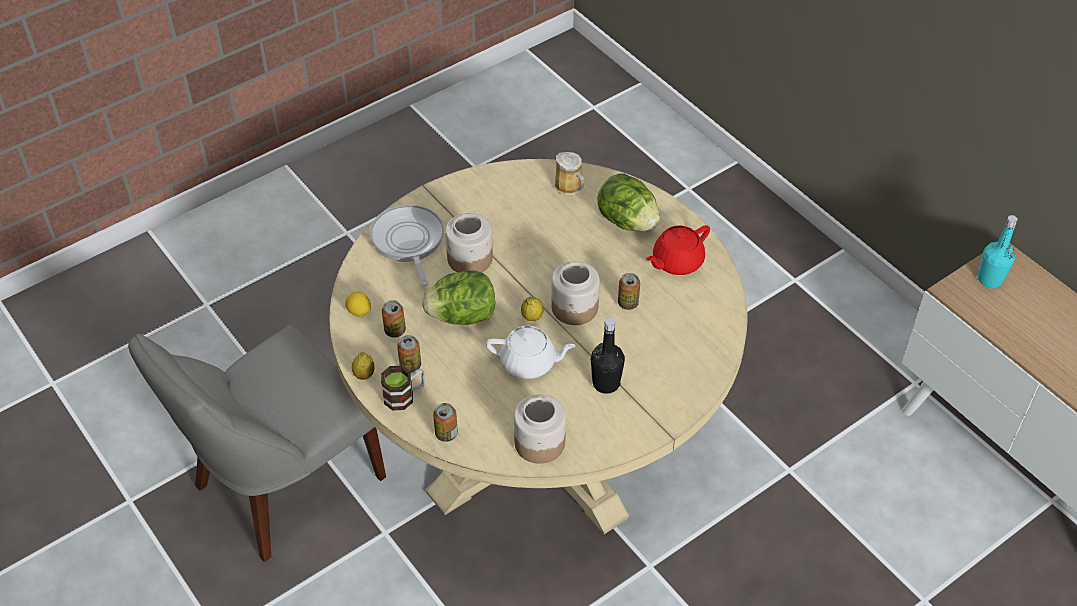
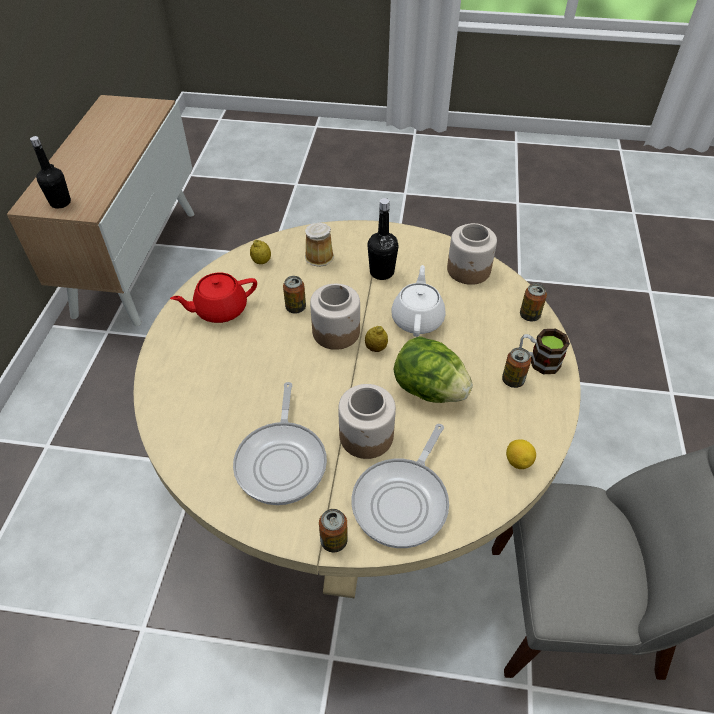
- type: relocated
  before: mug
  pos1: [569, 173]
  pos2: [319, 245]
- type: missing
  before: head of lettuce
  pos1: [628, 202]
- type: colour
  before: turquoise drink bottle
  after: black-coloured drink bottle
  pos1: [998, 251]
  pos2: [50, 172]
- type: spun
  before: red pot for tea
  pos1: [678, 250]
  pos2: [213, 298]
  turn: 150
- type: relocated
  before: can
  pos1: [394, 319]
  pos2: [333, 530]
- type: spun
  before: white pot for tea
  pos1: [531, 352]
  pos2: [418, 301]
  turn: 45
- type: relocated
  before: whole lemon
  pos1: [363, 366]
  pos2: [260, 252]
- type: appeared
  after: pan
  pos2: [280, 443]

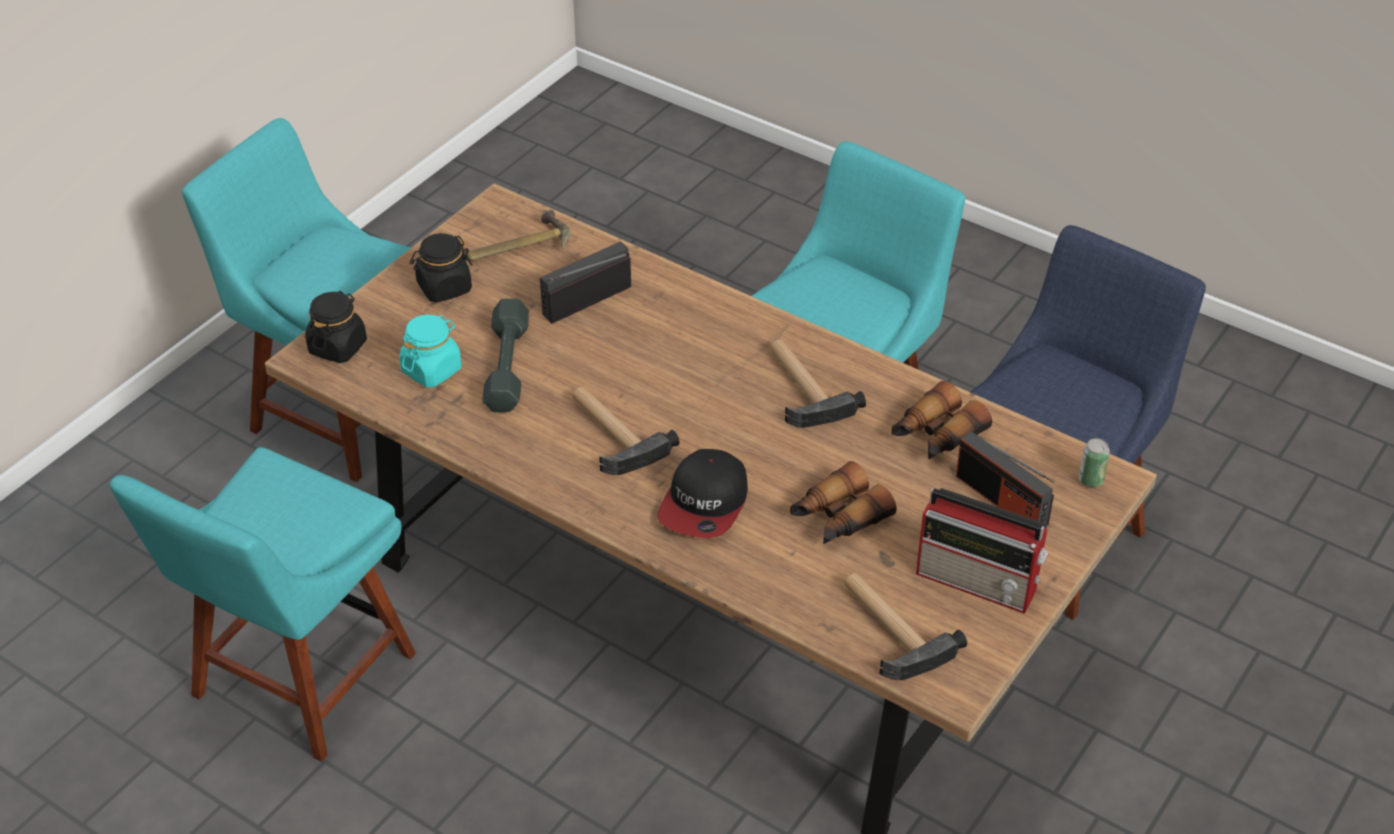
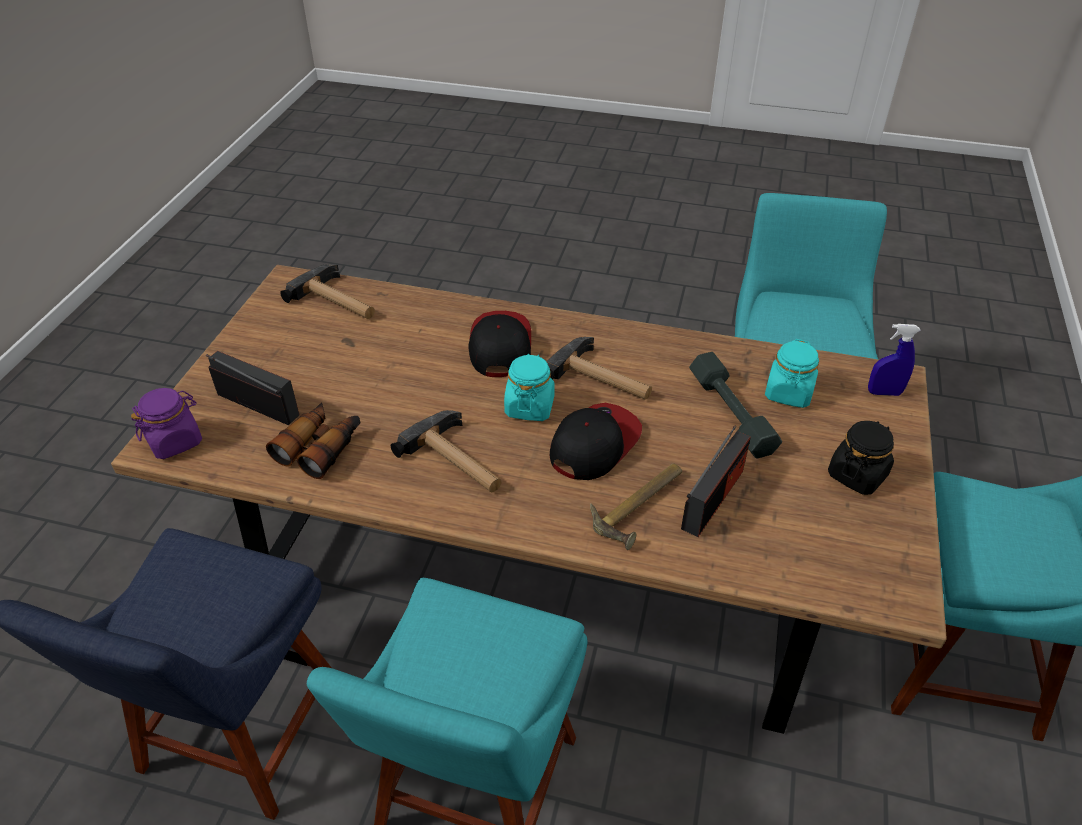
- type: relocated
  before: hammer
  pos1: [519, 235]
  pos2: [636, 506]
- type: exchanged
  before: black-coloured jar
  after: blue-coloured sprayer
  pos1: [336, 327]
  pos2: [894, 360]
- type: exchanged
  before: can
  after: purple-coloured jar
  pos1: [1094, 463]
  pos2: [166, 423]
- type: missing
  before: field glasses
  pos1: [843, 502]
- type: missing
  before: radio
  pos1: [982, 551]
- type: appeared
  after: turquoise jar
  pos2: [529, 387]
- type: appeared
  after: peaked cap
  pos2: [596, 441]

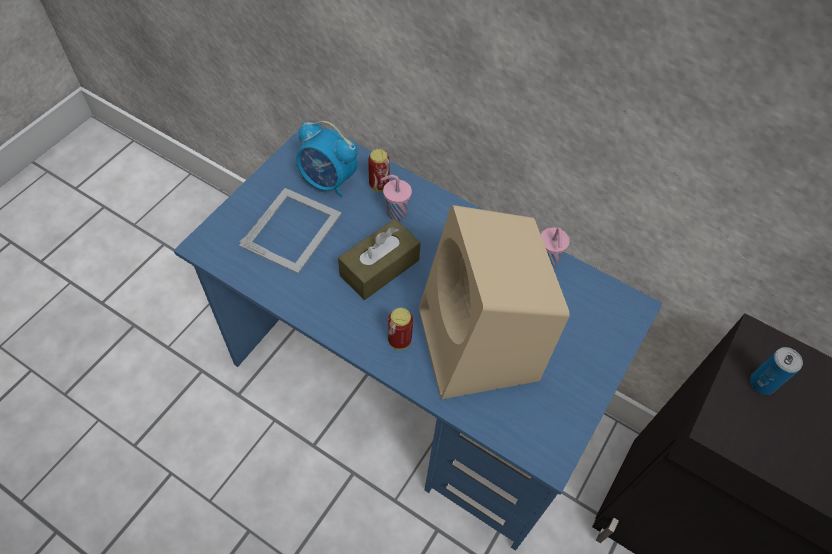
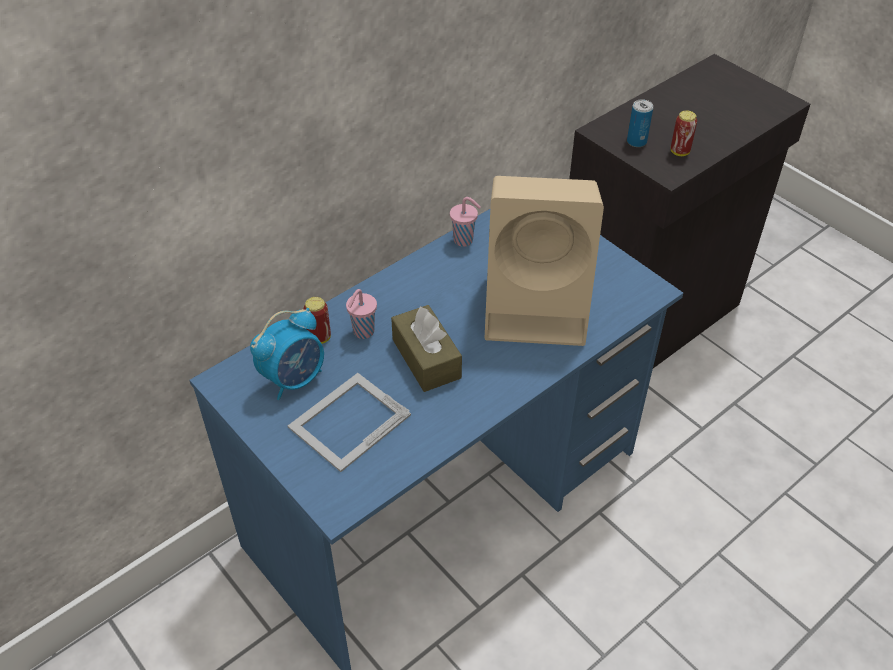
- type: spun
  before: picture frame
  pos1: [290, 231]
  pos2: [349, 422]
  turn: -90
- type: relocated
  before: can
  pos1: [400, 329]
  pos2: [684, 133]

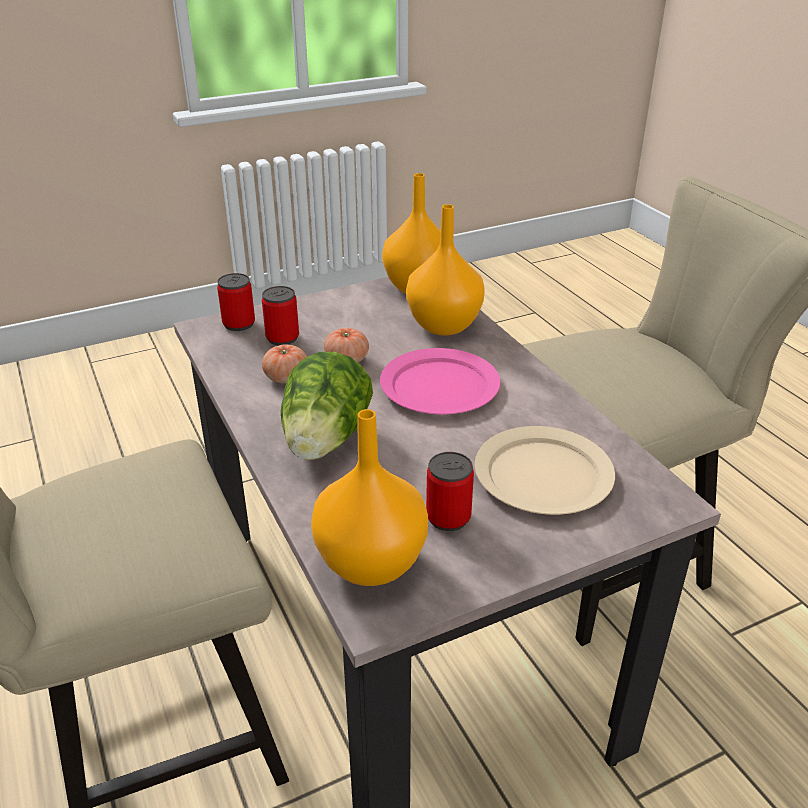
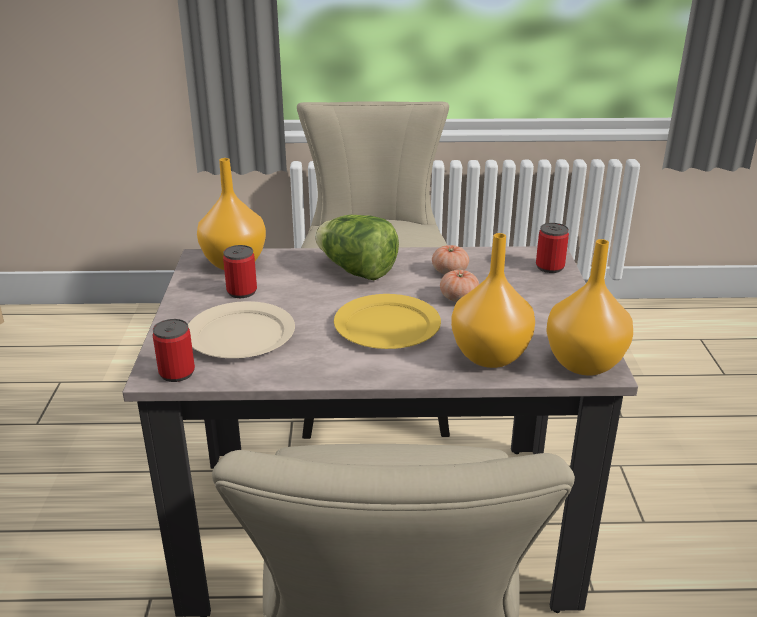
- type: relocated
  before: can
  pos1: [280, 315]
  pos2: [174, 350]
- type: colour
  before: pinkish flat dish
  after: yellow-coloured flat dish
  pos1: [440, 381]
  pos2: [387, 321]

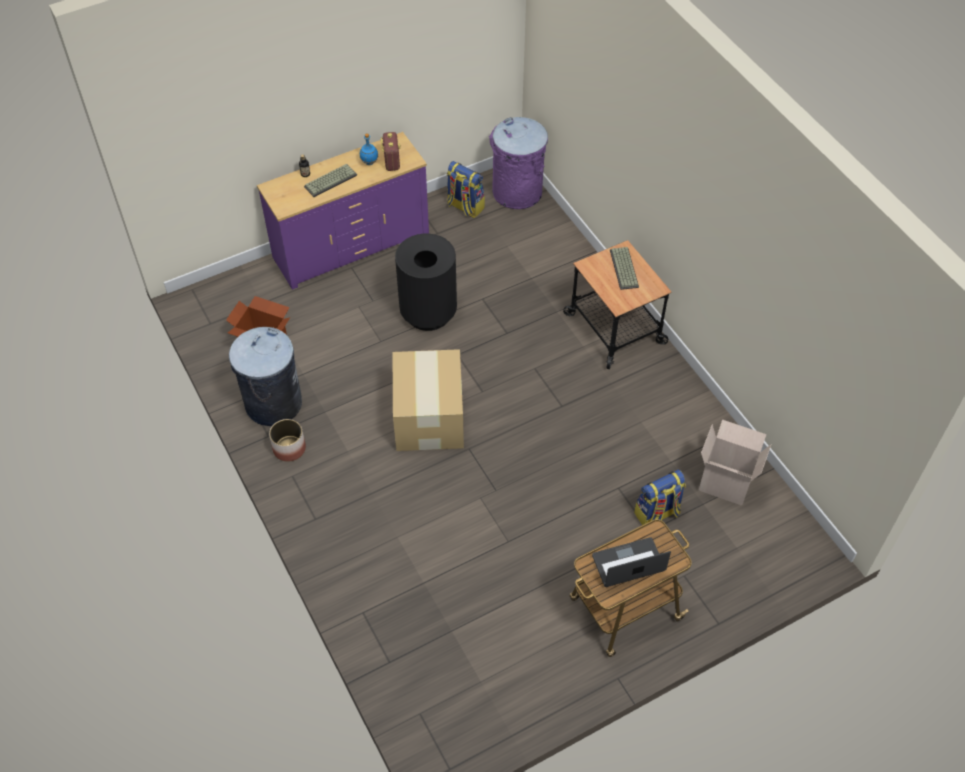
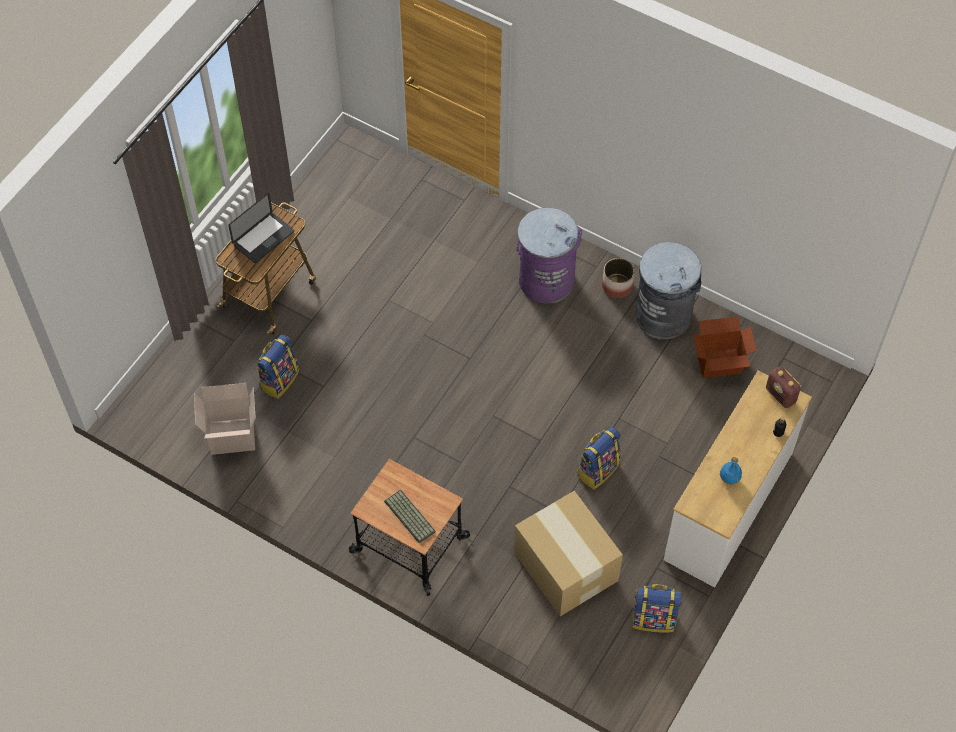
- type: relocated
  before: purple-coloured rubbish bin
  pos1: [518, 163]
  pos2: [549, 256]
- type: colour
  before: purple-coloured dresser
  after: white dresser
  pos1: [343, 211]
  pos2: [737, 479]
- type: relocated
  before: radio
  pos1: [391, 151]
  pos2: [783, 387]
- type: missing
  before: computer keyboard
  pos1: [330, 180]
- type: exchanged
  before: black-coloured rubbish bin
  after: backpack
  pos1: [426, 282]
  pos2: [599, 458]
- type: relocated
  before: cardboard box
  pos1: [428, 400]
  pos2: [568, 553]

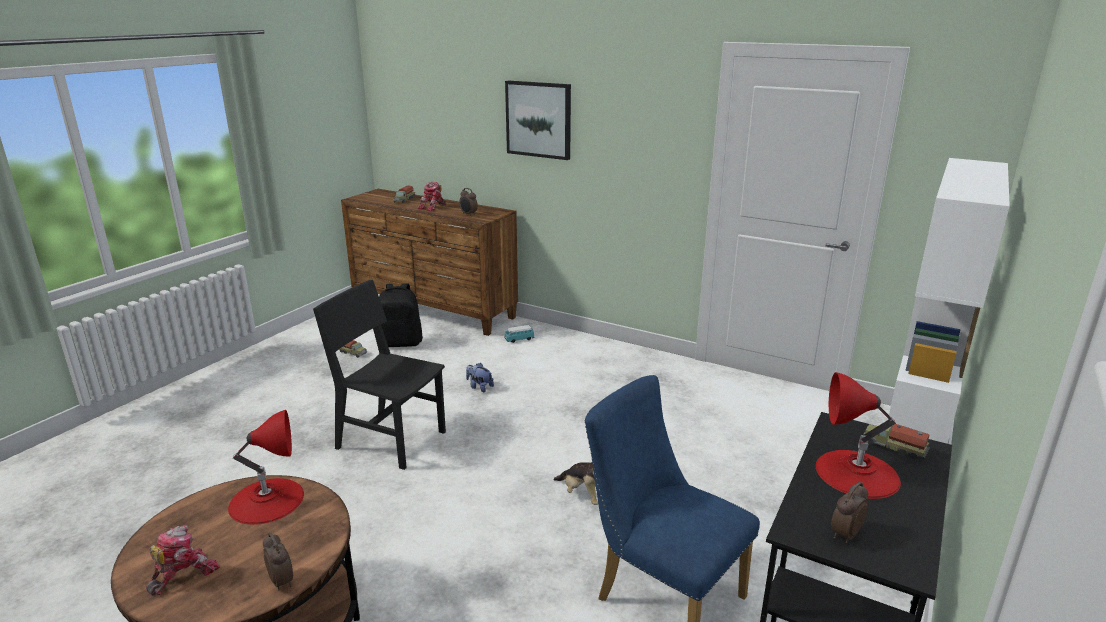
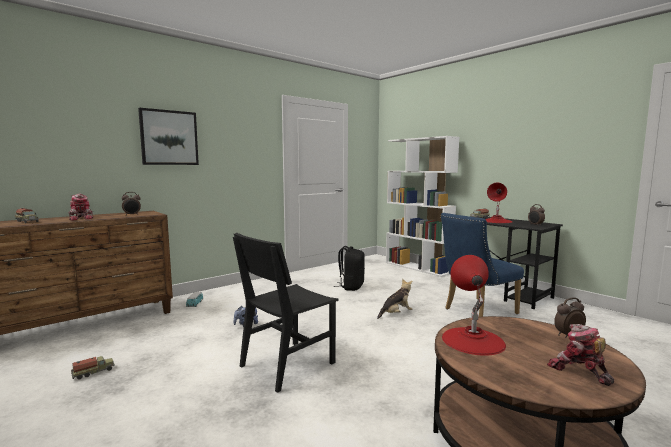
- type: relocated
  before: black-coloured backpack
  pos1: [401, 315]
  pos2: [349, 268]

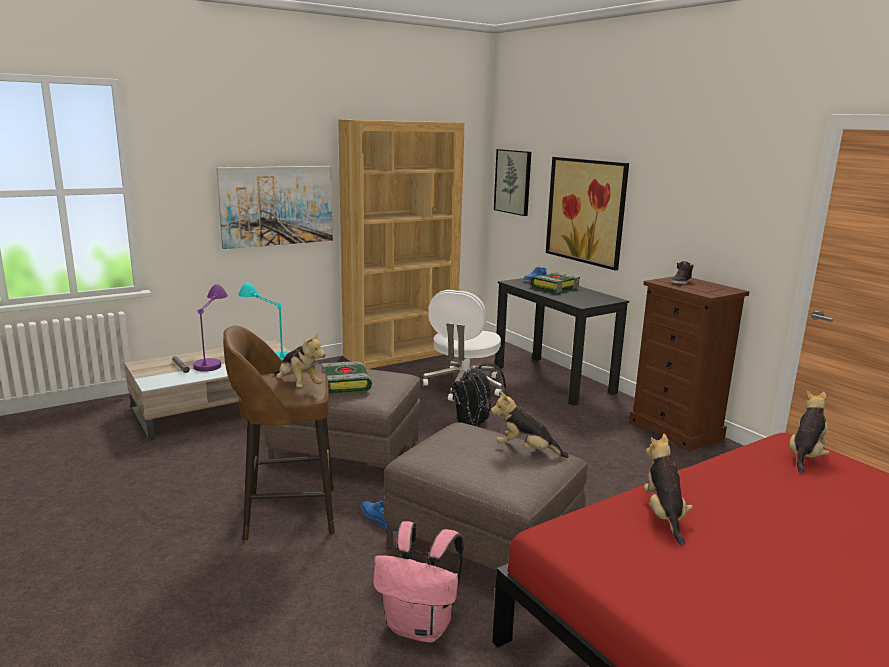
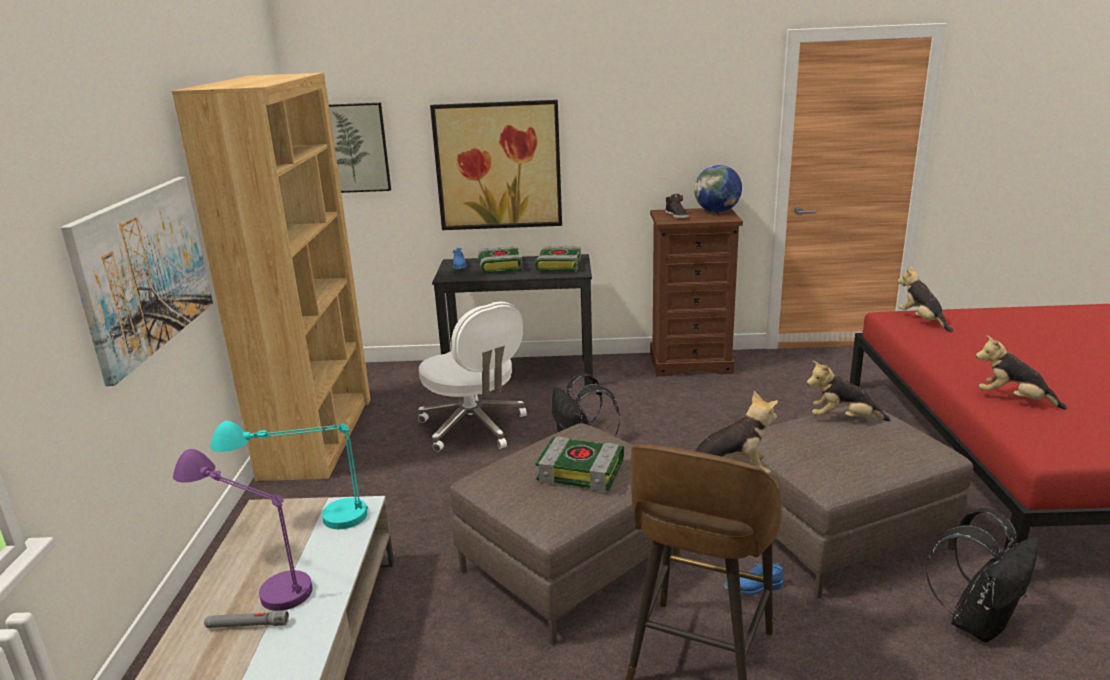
- type: spun
  before: cuddly toy
  pos1: [530, 424]
  pos2: [848, 390]
  turn: 45
- type: colour
  before: pinkish backpack
  after: black-coloured backpack
  pos1: [418, 582]
  pos2: [981, 575]
- type: appeared
  after: desk globe
  pos2: [718, 189]
- type: appeared
  after: volume
  pos2: [558, 259]

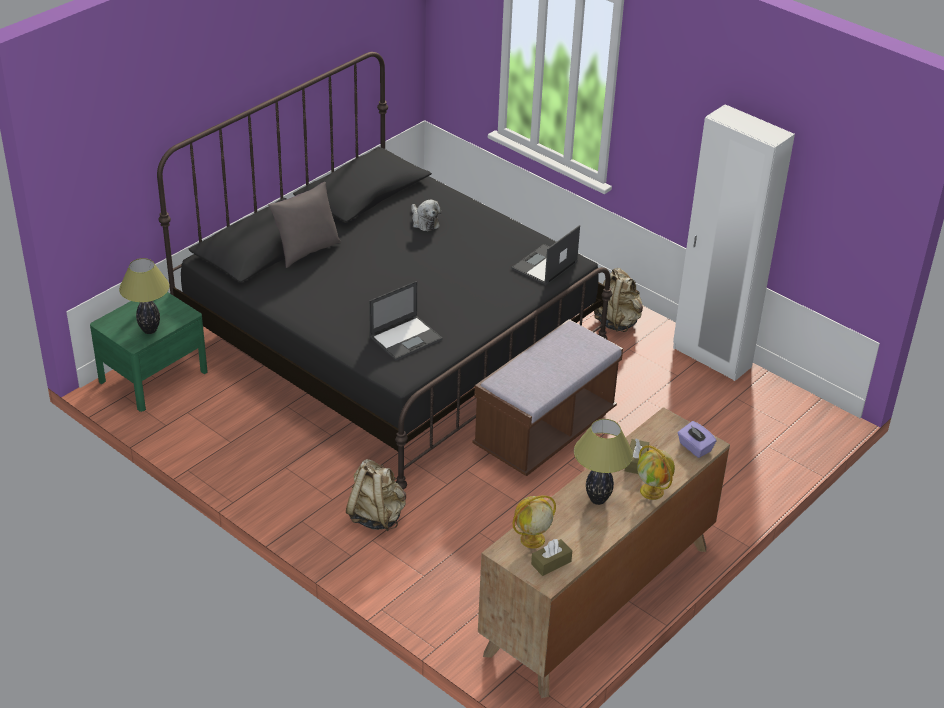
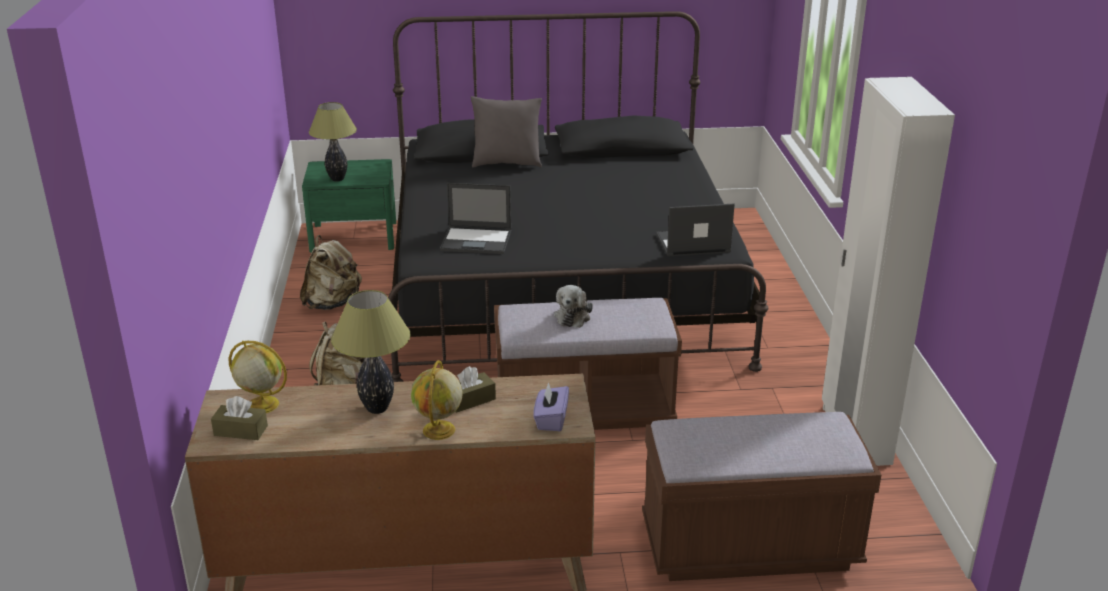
- type: relocated
  before: cuddly toy
  pos1: [426, 215]
  pos2: [573, 306]
- type: relocated
  before: beige backpack
  pos1: [617, 300]
  pos2: [331, 272]
- type: appeared
  after: brownish long seat
  pos2: [761, 496]

